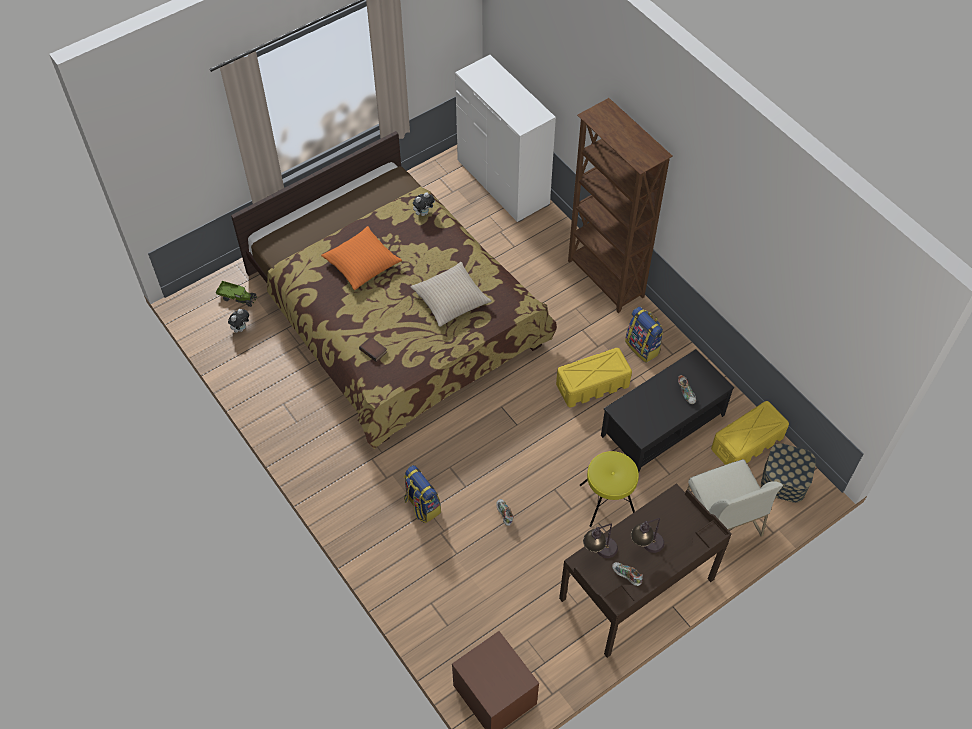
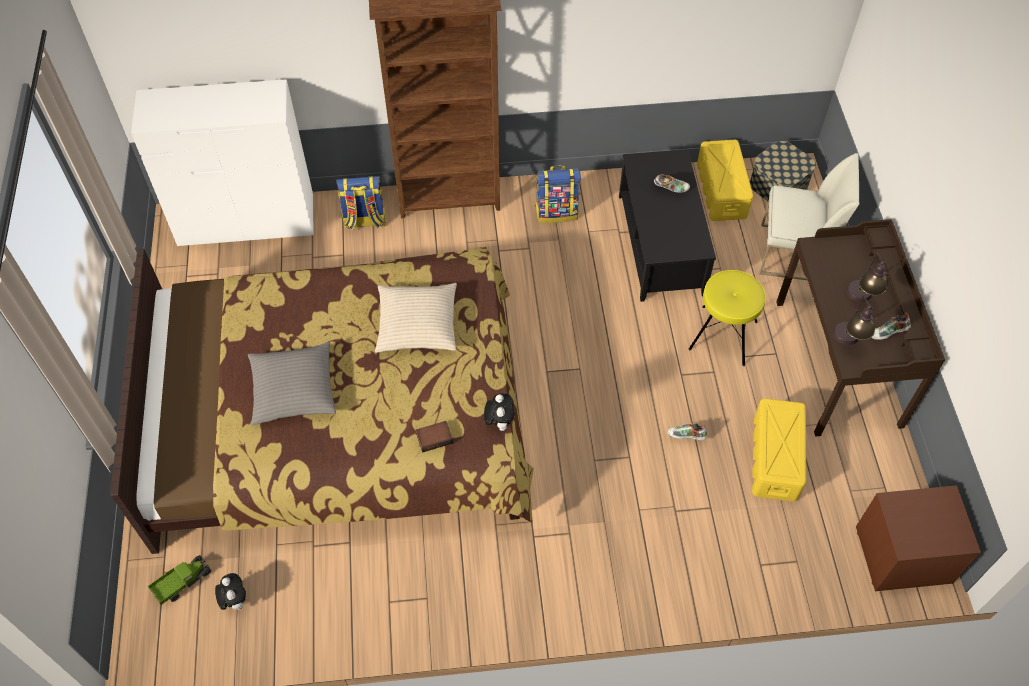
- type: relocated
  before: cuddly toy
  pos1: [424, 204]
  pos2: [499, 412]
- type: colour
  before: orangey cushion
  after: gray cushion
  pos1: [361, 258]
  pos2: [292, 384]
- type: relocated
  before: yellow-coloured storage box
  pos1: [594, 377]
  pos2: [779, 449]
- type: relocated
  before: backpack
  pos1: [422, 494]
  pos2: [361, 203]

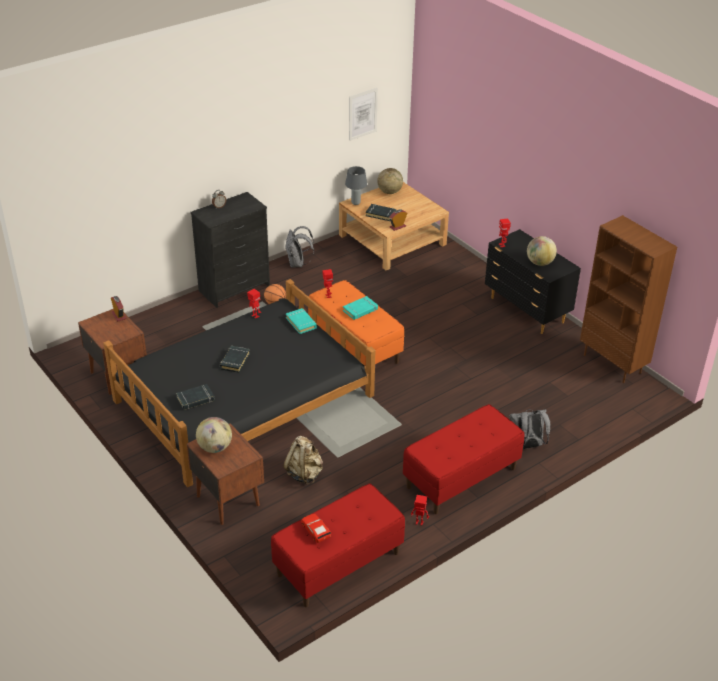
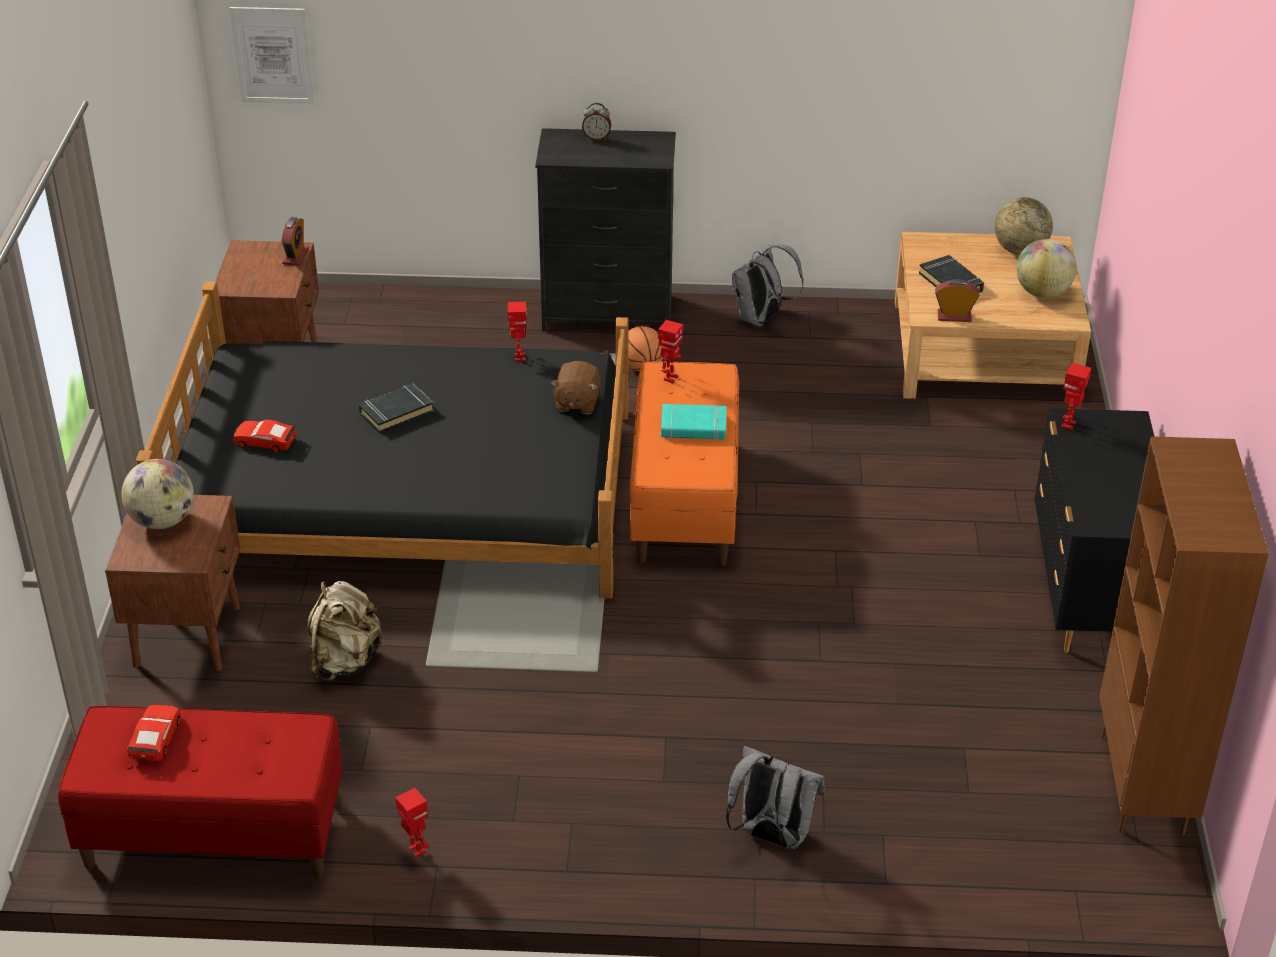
- type: relocated
  before: wall picture
  pos1: [363, 114]
  pos2: [272, 55]
- type: missing
  before: gray lamp for a table
  pos1: [356, 185]
- type: relocated
  before: desk globe
  pos1: [542, 251]
  pos2: [1046, 268]
- type: exchanged
  before: turquoise volume
  after: brownish cuddly toy
  pos1: [301, 321]
  pos2: [575, 388]
- type: exchanged
  before: black-coloured volume
  after: red miniature car
  pos1: [195, 397]
  pos2: [265, 436]
- type: missing
  before: red long seat
  pos1: [463, 459]

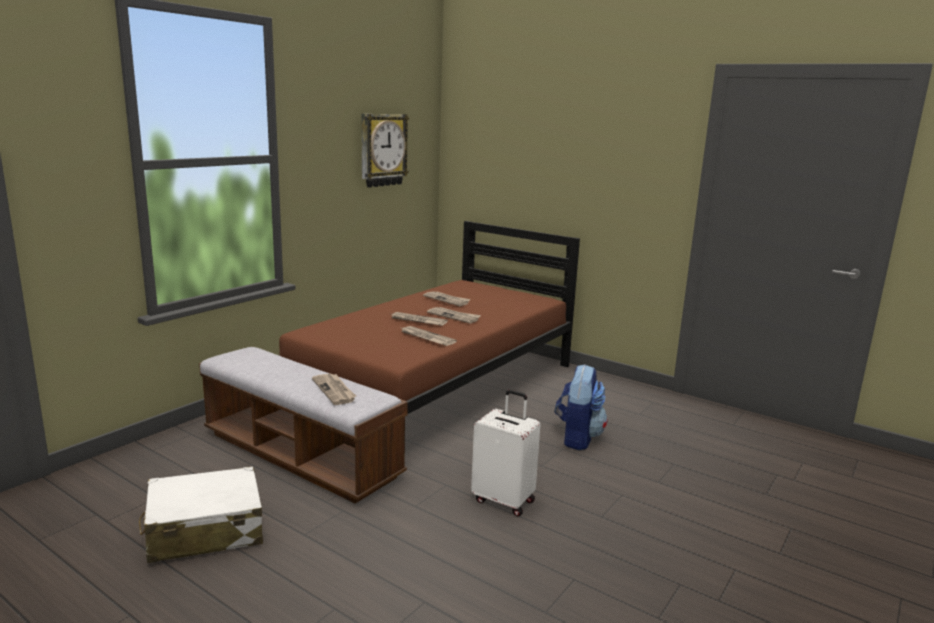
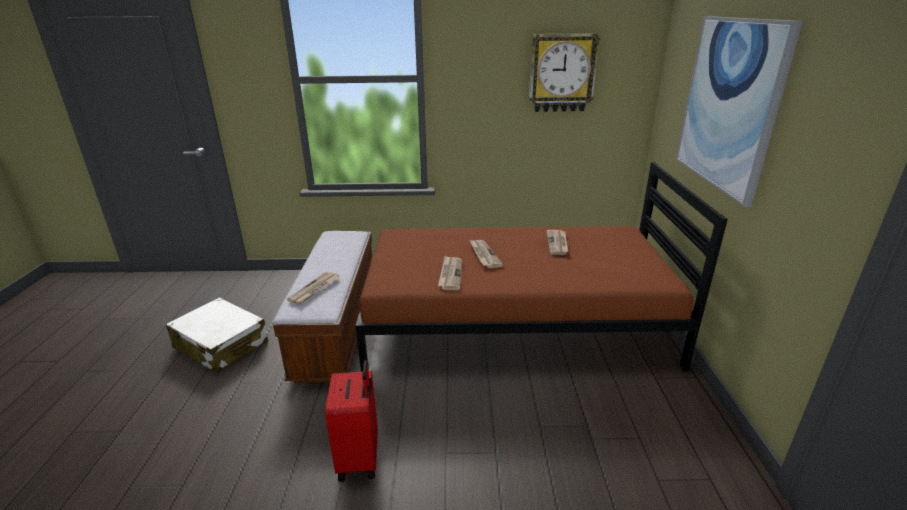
- type: missing
  before: printed paper
  pos1: [454, 315]
- type: missing
  before: backpack
  pos1: [581, 407]
- type: colour
  before: white piece of luggage
  after: red piece of luggage
  pos1: [505, 453]
  pos2: [351, 421]
- type: appeared
  after: wall picture
  pos2: [739, 111]

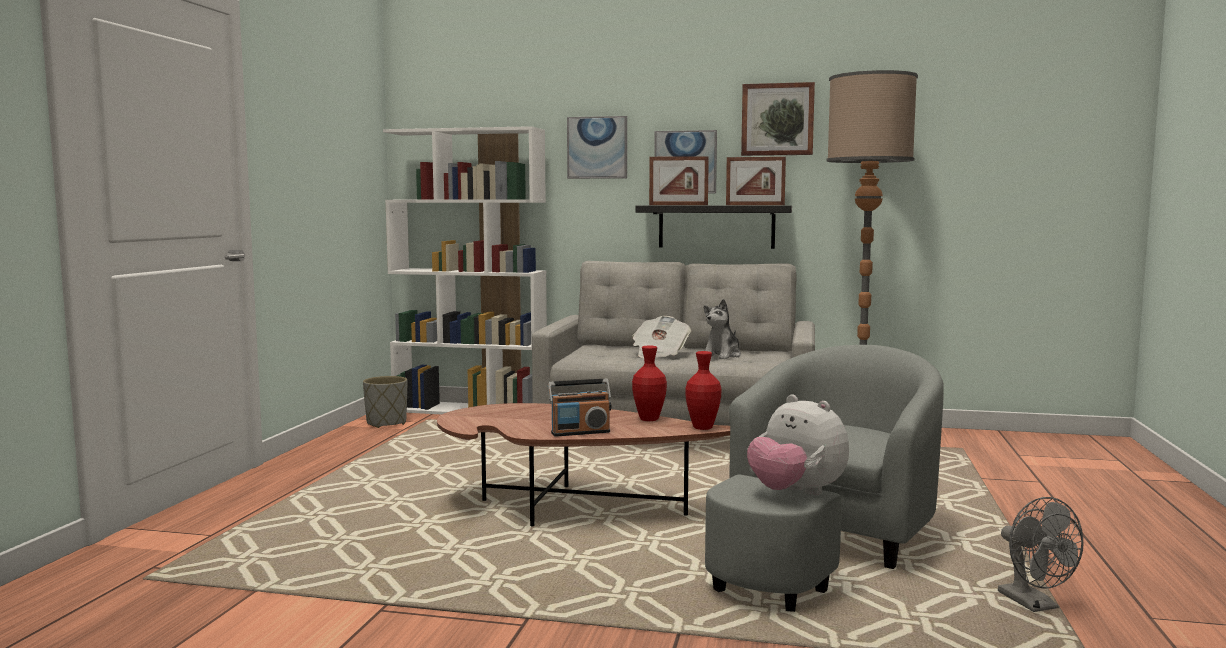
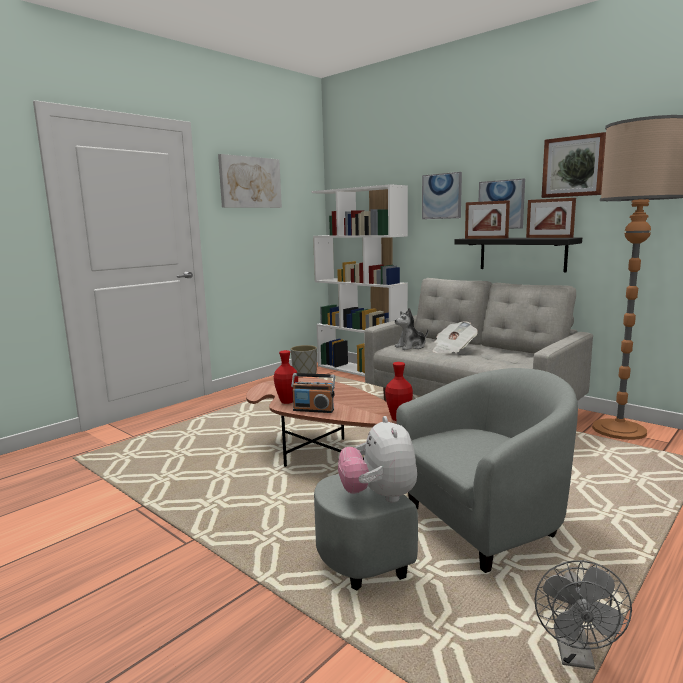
- type: relocated
  before: cuddly toy
  pos1: [722, 329]
  pos2: [411, 329]
- type: relocated
  before: red vase
  pos1: [649, 383]
  pos2: [286, 377]
- type: appeared
  after: wall picture
  pos2: [250, 181]

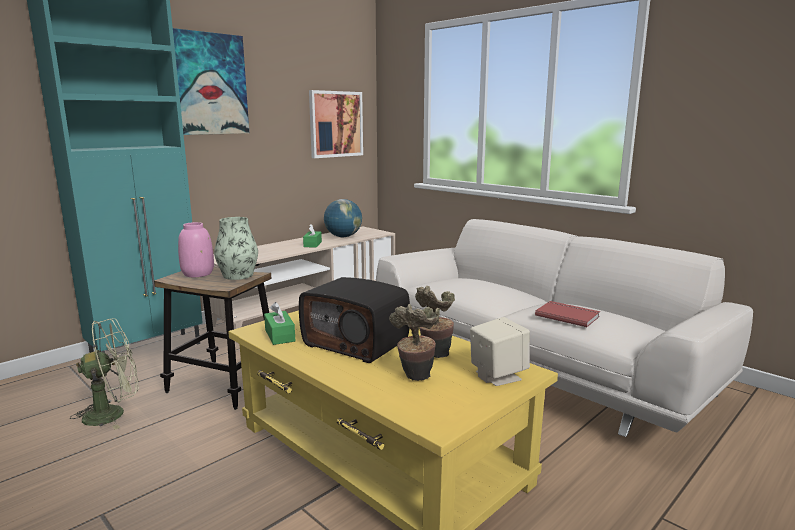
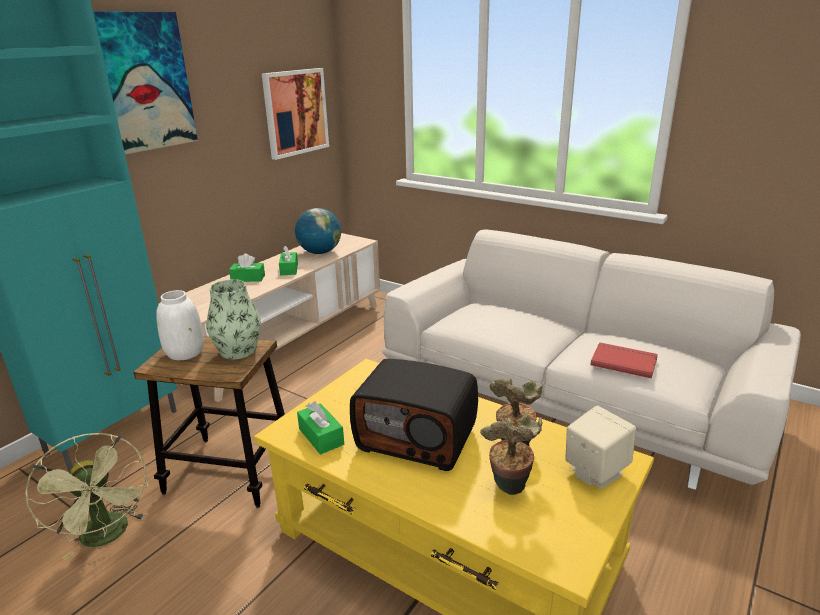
- type: colour
  before: pinkish vase
  after: white vase
  pos1: [196, 249]
  pos2: [180, 325]
- type: spun
  before: green-coloured electric fan
  pos1: [104, 374]
  pos2: [87, 496]
  turn: 90
- type: appeared
  after: green-coloured box of tissues
  pos2: [247, 267]

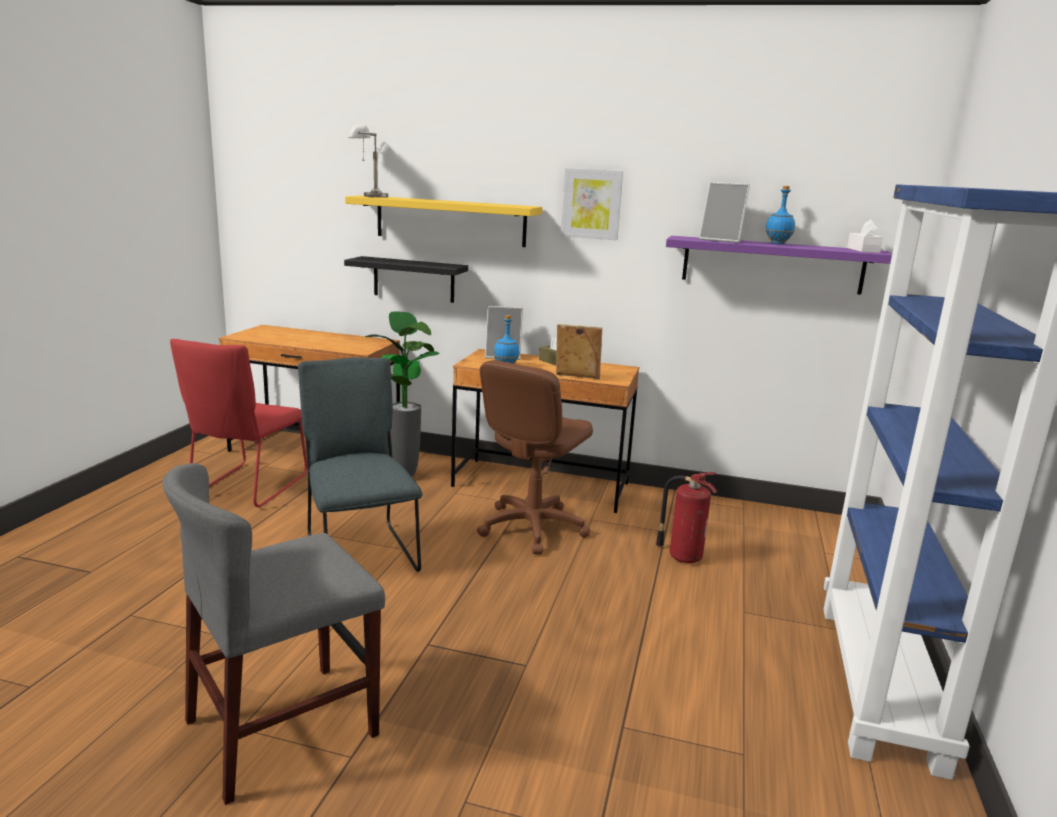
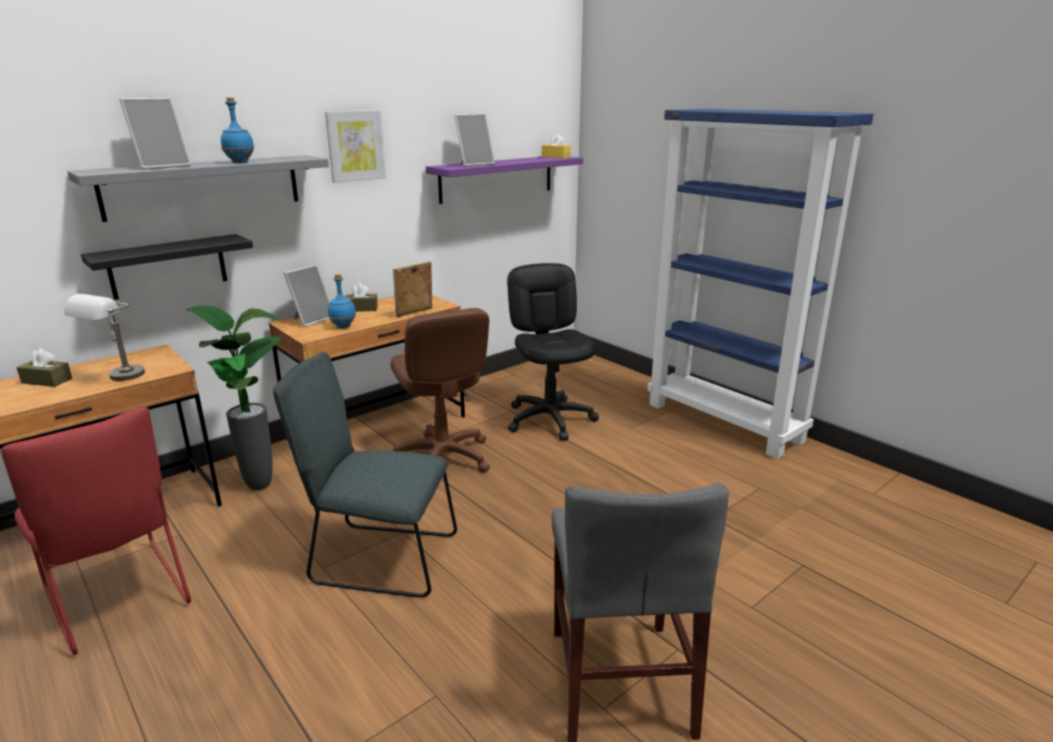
- type: relocated
  before: gray lamp for a table
  pos1: [368, 161]
  pos2: [104, 337]
- type: relocated
  before: blue-coloured drink bottle
  pos1: [780, 215]
  pos2: [237, 130]
- type: colour
  before: yellow-coloured bracket shelf
  after: gray bracket shelf
  pos1: [443, 221]
  pos2: [198, 188]
- type: colour
  before: white box of tissues
  after: yellow-coloured box of tissues
  pos1: [865, 236]
  pos2: [556, 146]
- type: exchanged
  before: extinguisher
  after: black-coloured desk chair
  pos1: [686, 517]
  pos2: [553, 352]
- type: appeared
  after: picture frame
  pos2: [155, 134]
- type: appeared
  after: brownish box of tissues
  pos2: [44, 367]

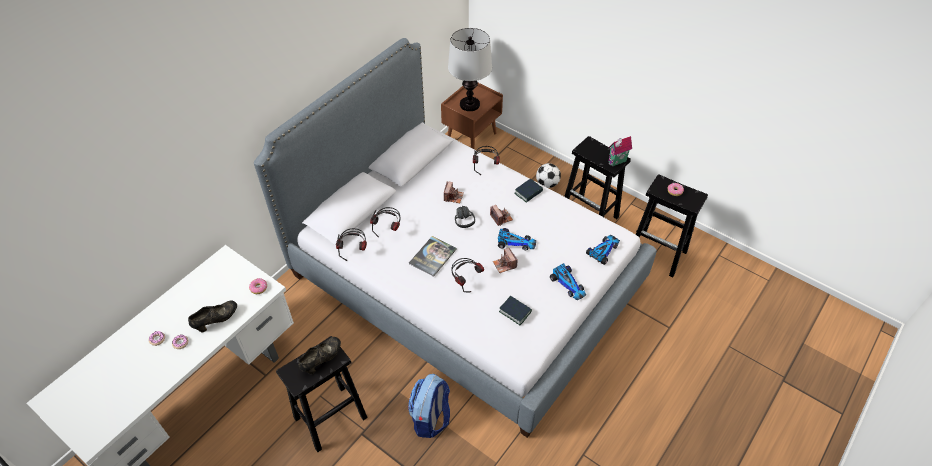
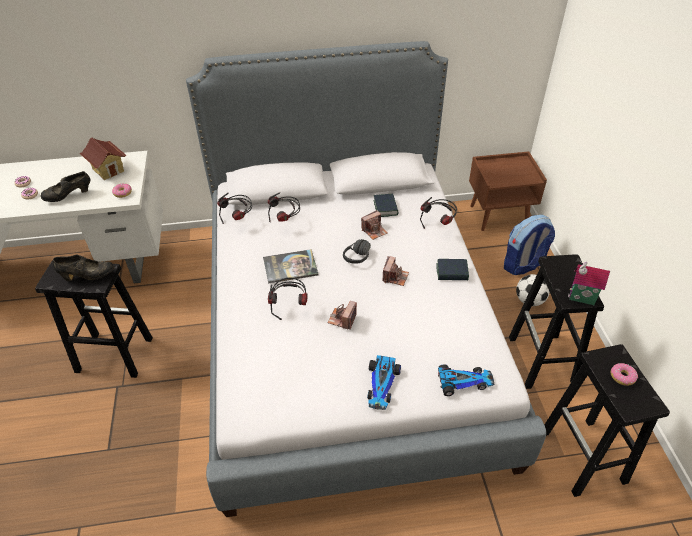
- type: missing
  before: lamp for a table
  pos1: [470, 69]
- type: missing
  before: miniature car
  pos1: [517, 239]
- type: relocated
  before: volume
  pos1: [515, 310]
  pos2: [385, 205]
- type: spun
  before: black-coloured low shoe
  pos1: [212, 316]
  pos2: [65, 186]
  turn: 150
- type: relocated
  before: backpack
  pos1: [429, 405]
  pos2: [529, 245]
- type: appeared
  after: miniature house
  pos2: [103, 159]

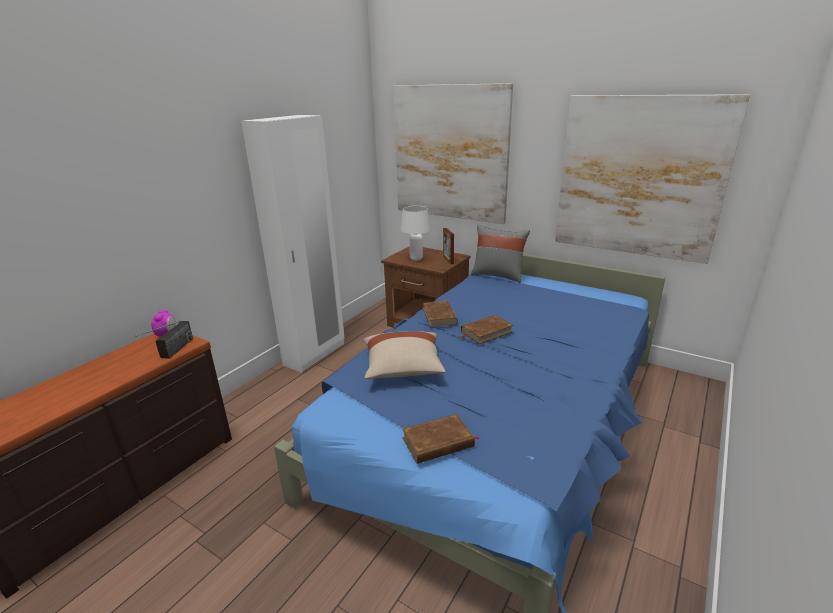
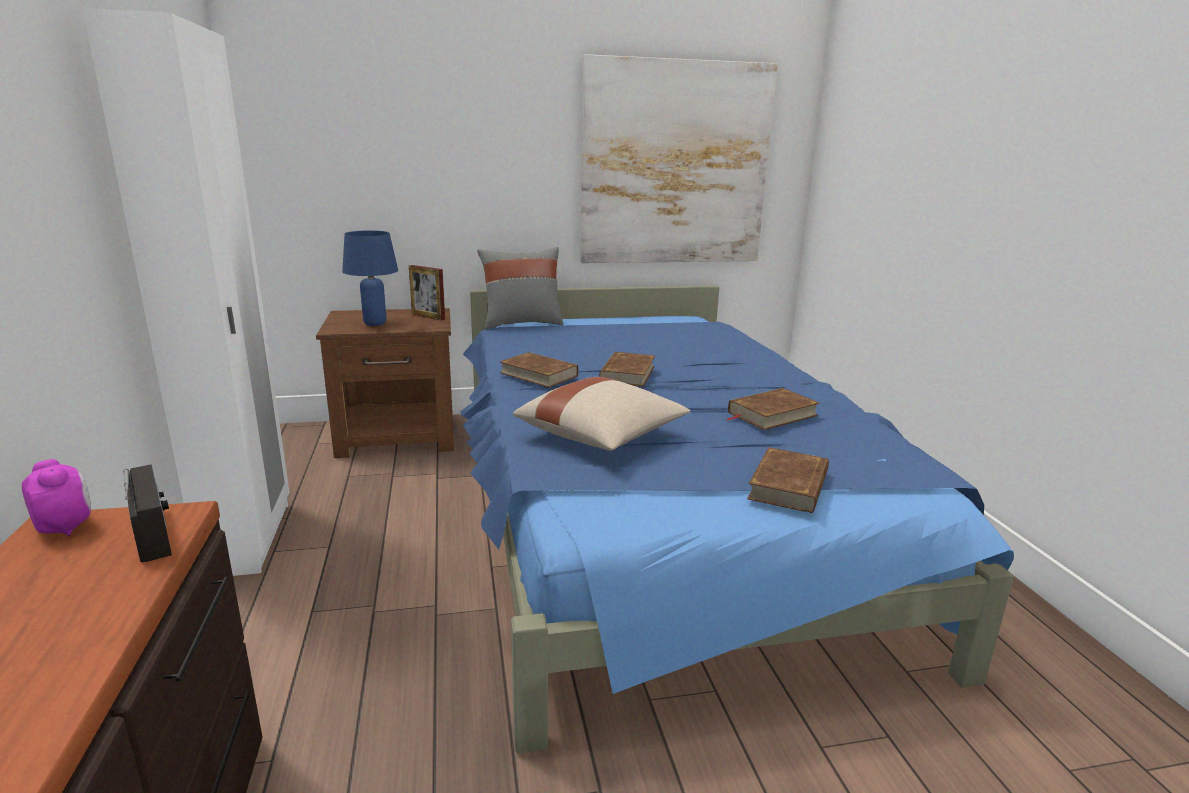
- type: missing
  before: wall picture
  pos1: [453, 153]
- type: colour
  before: white lamp for a table
  after: blue-coloured lamp for a table
  pos1: [415, 233]
  pos2: [370, 278]
- type: appeared
  after: brownish volume
  pos2: [773, 409]

